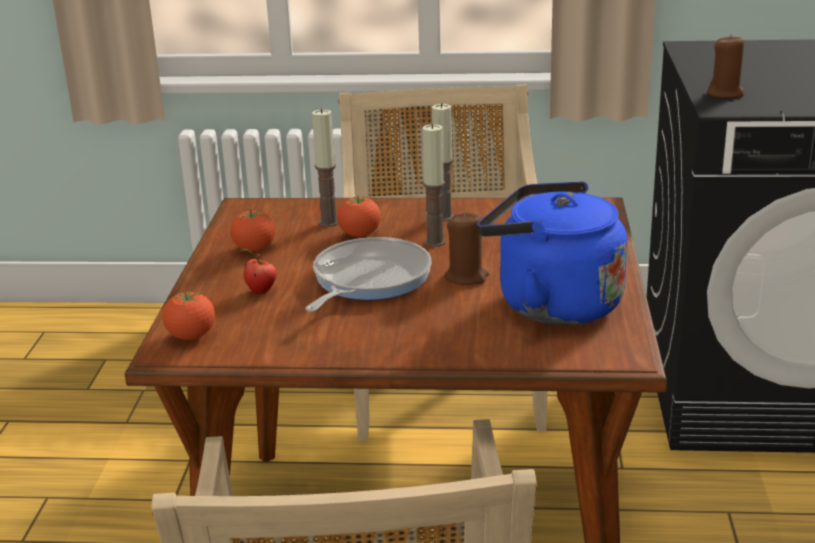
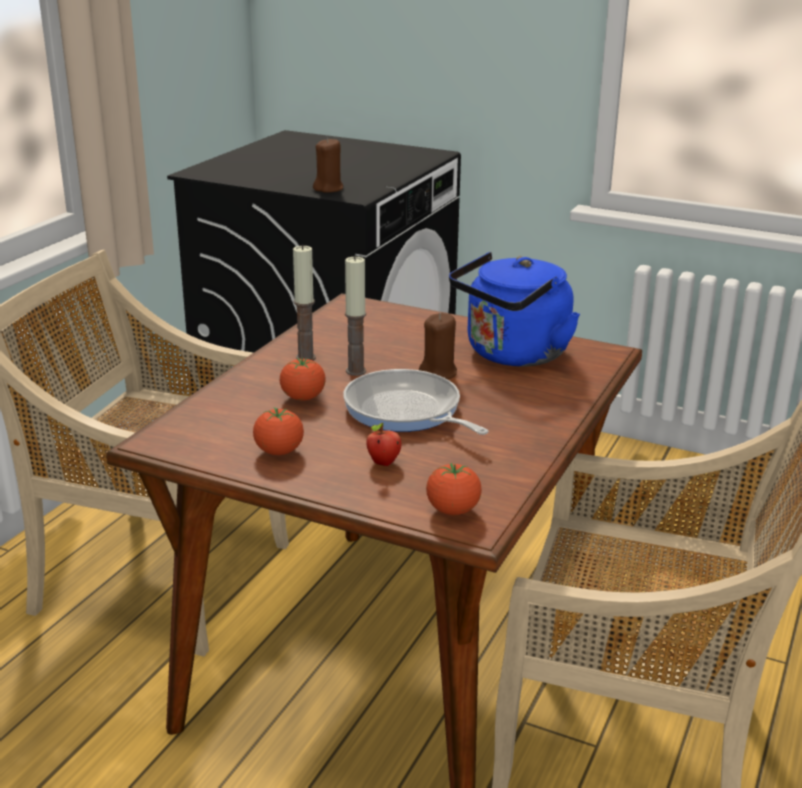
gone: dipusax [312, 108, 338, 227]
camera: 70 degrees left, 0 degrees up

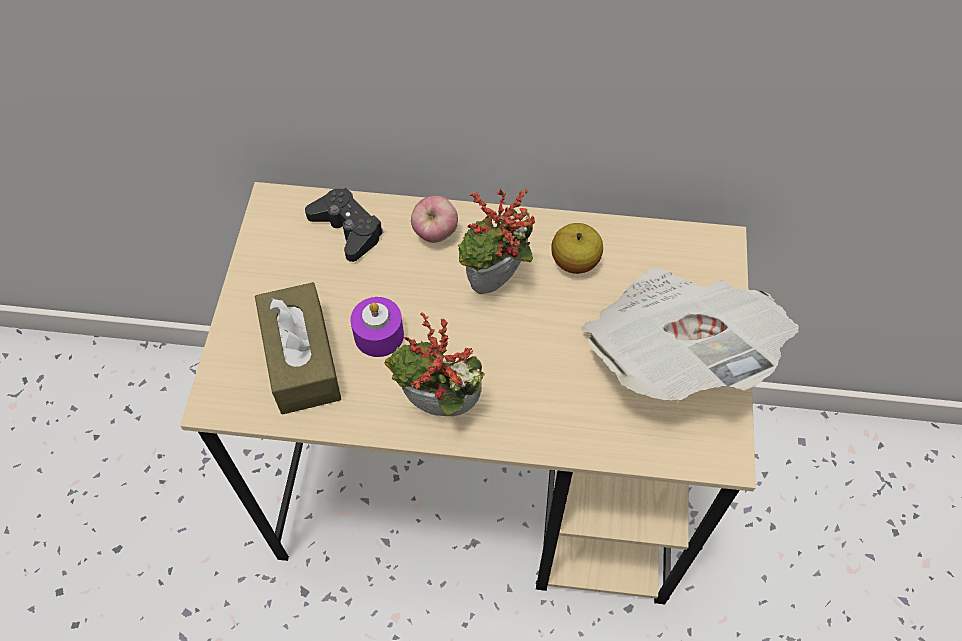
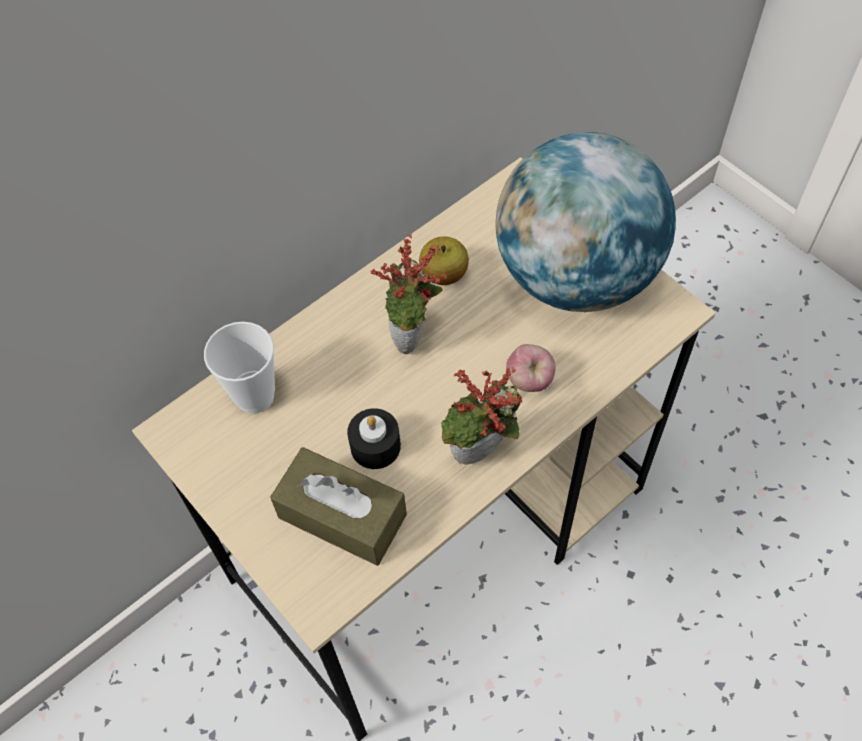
shifted: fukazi [411, 196, 458, 243] to [506, 344, 556, 392]
swapped: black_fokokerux [305, 188, 384, 262] to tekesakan [204, 322, 275, 414]; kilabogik [581, 268, 799, 401] to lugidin [495, 132, 676, 312]
repainted: purple_dipusax [350, 297, 404, 357] to black_dipusax [347, 408, 401, 469]
camera: 45 degrees left, 0 degrees up

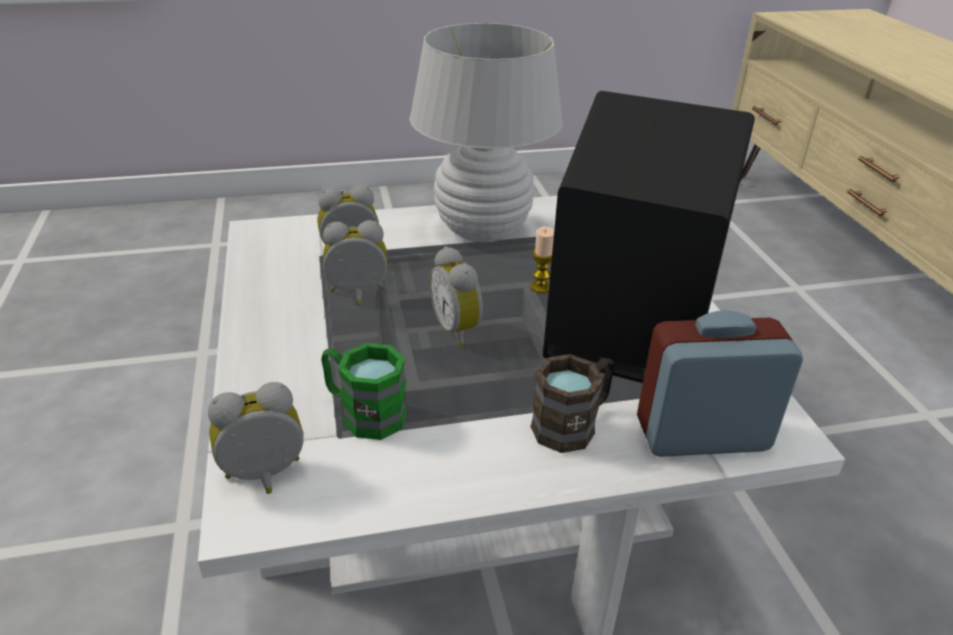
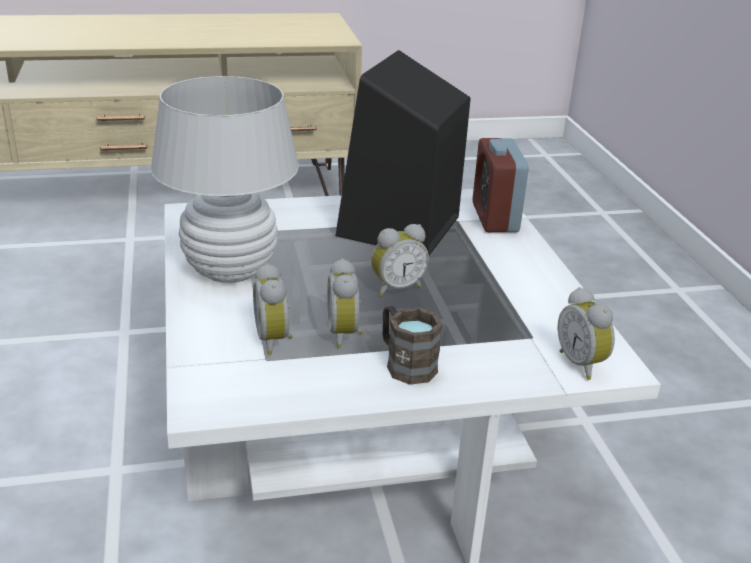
gone: dipusax [530, 226, 554, 293]; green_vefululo [321, 343, 407, 440]
shifted: brown_vefululo [531, 354, 615, 453] to [383, 306, 443, 385]
camera: 90 degrees left, 5 degrees down

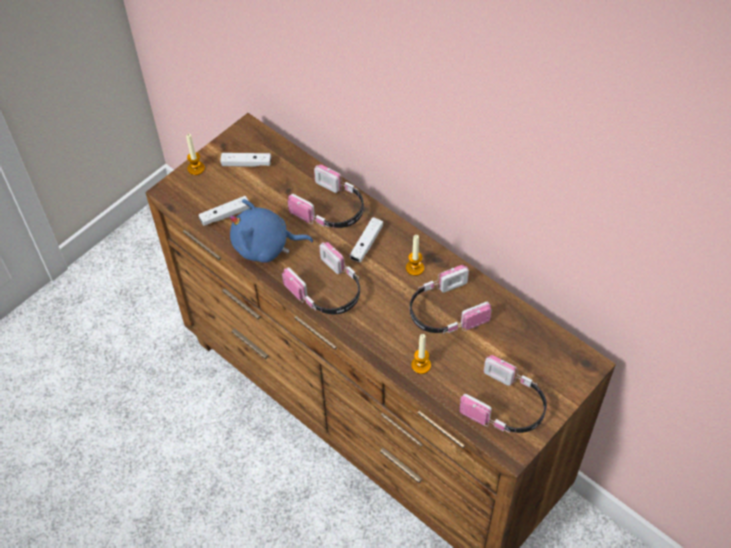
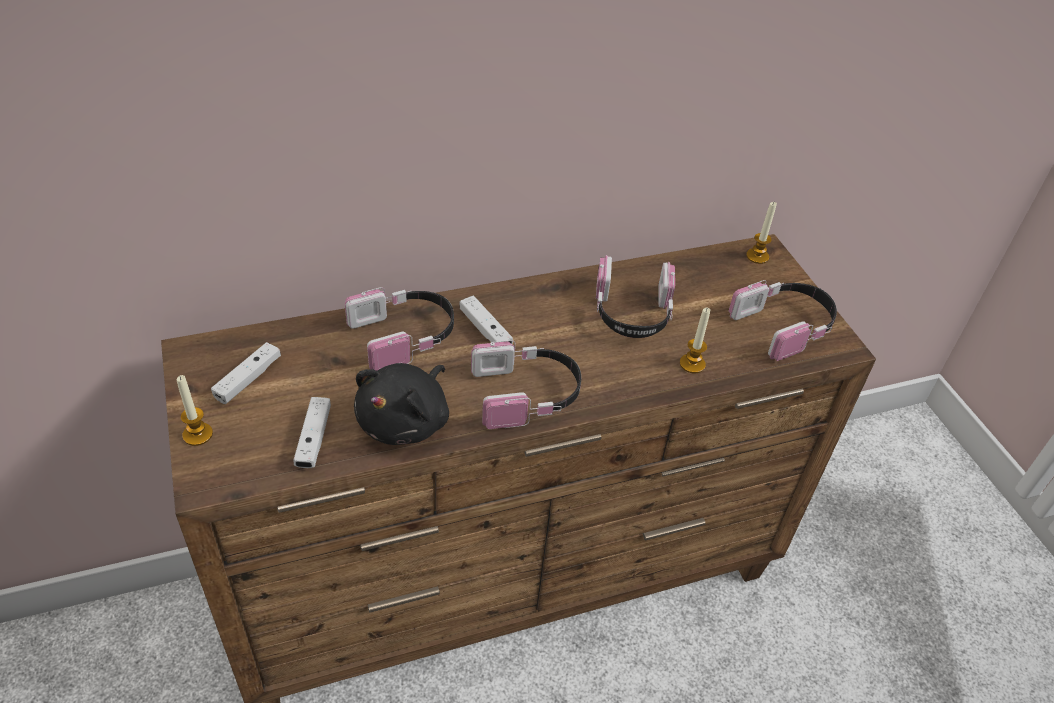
shifted: dipusax [406, 235, 424, 276] to [746, 202, 777, 264]
repainted: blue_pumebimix [229, 199, 313, 263] to black_pumebimix [354, 363, 449, 445]
camera: 65 degrees left, 10 degrees down

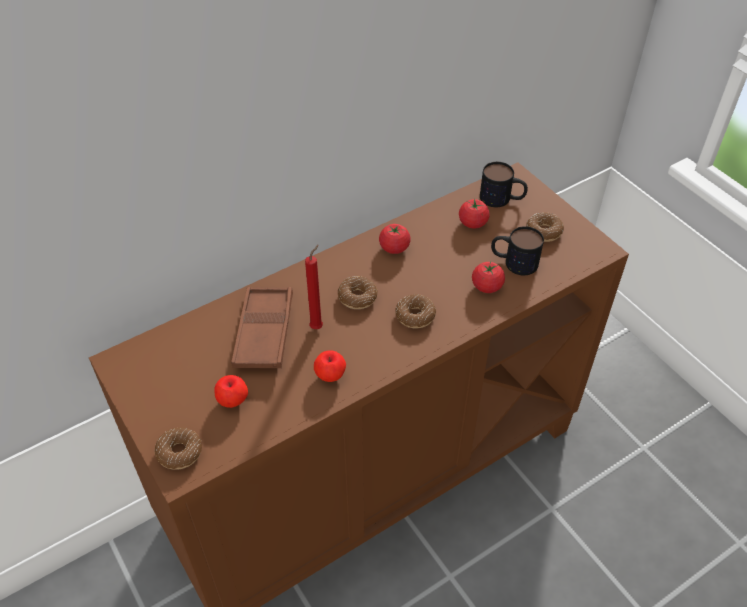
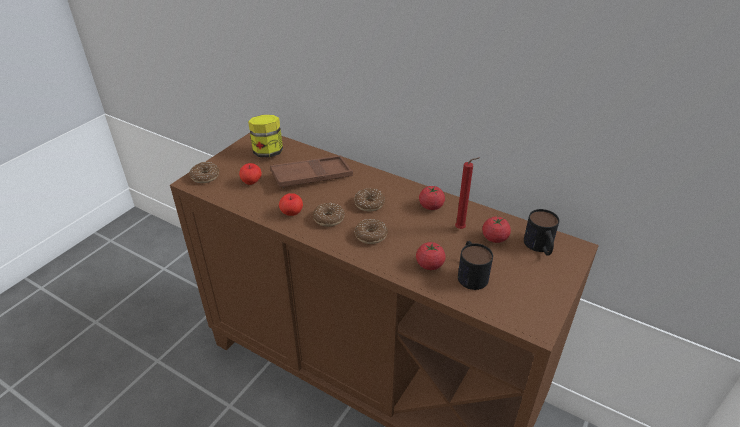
new: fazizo [248, 115, 283, 157]
shifted: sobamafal [526, 212, 564, 242] to [313, 203, 345, 227]; red_dipusax [305, 245, 323, 329] to [455, 157, 479, 229]
camera: 65 degrees right, 10 degrees down

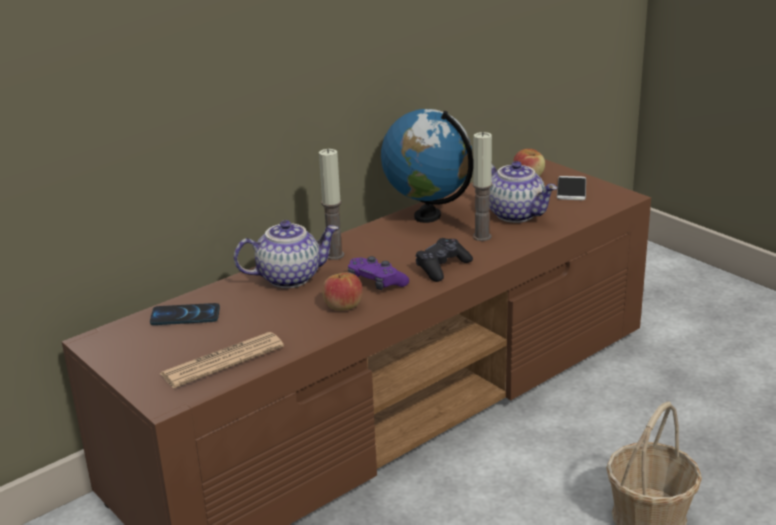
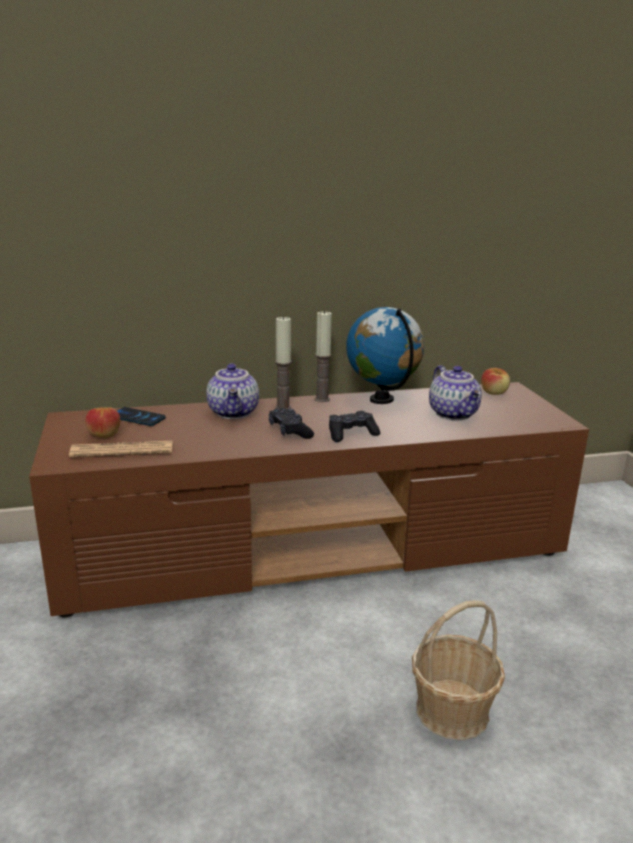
gone: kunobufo [557, 176, 586, 200]
shifted: dipusax [472, 132, 492, 241] to [315, 310, 332, 402]; fukazi [323, 273, 363, 311] to [85, 407, 120, 438]
repainted: purple_fokokerux [348, 256, 409, 290] to black_fokokerux [269, 408, 314, 439]
rotated: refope [234, 220, 339, 288] = [206, 363, 259, 419] 75 degrees clockwise
camera: 25 degrees right, 5 degrees down

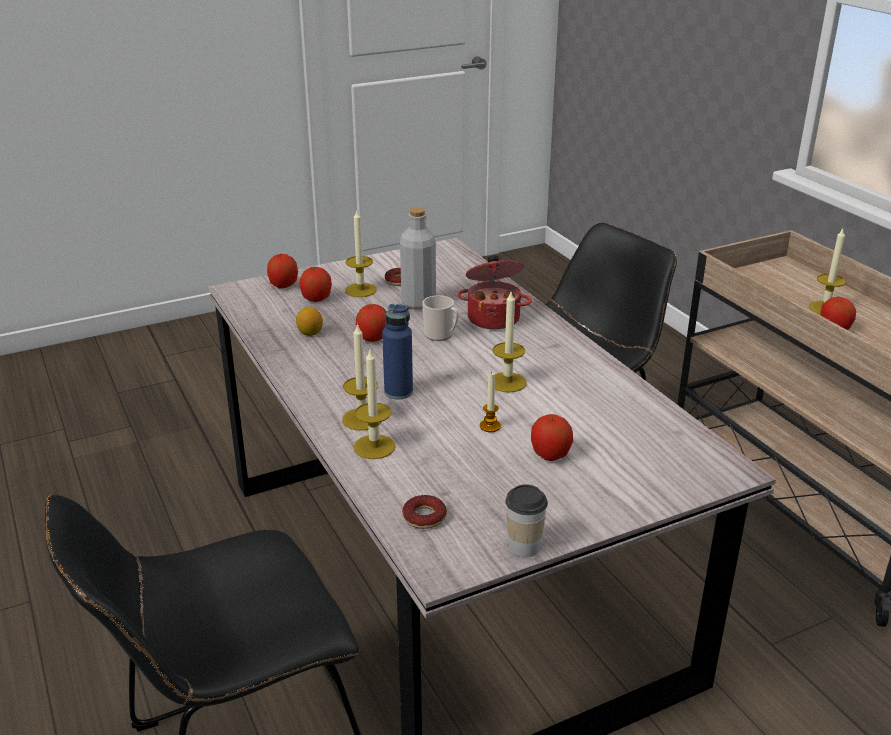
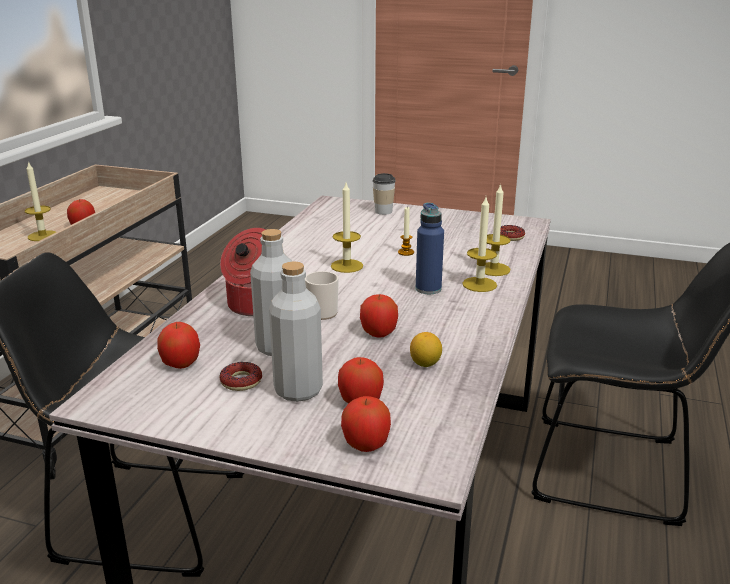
shifted: fukazi [531, 414, 573, 461] to [157, 322, 200, 369]; tekesakan [505, 484, 548, 557] to [372, 173, 396, 215]
swapped: dipusax [345, 210, 376, 297] to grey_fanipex [269, 261, 323, 402]
camera: 135 degrees left, 5 degrees down

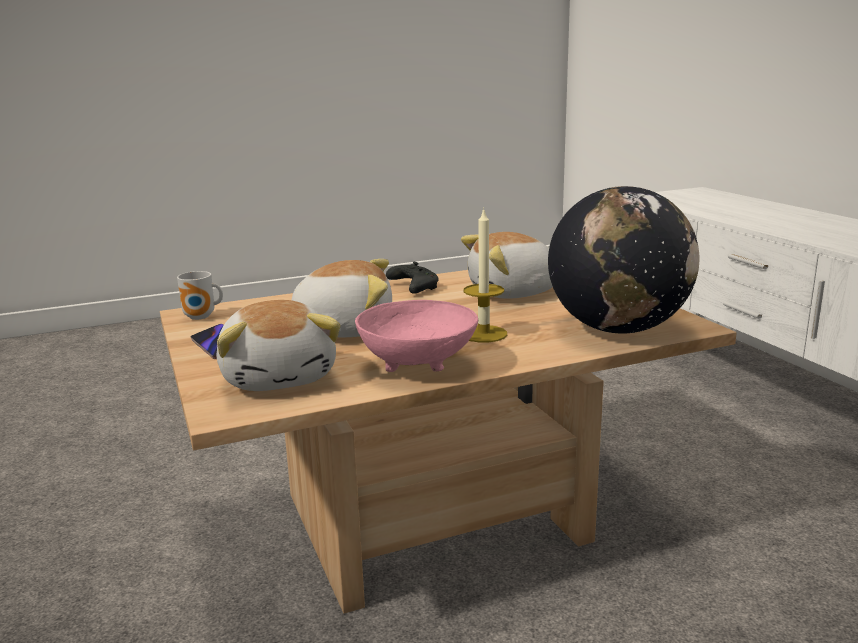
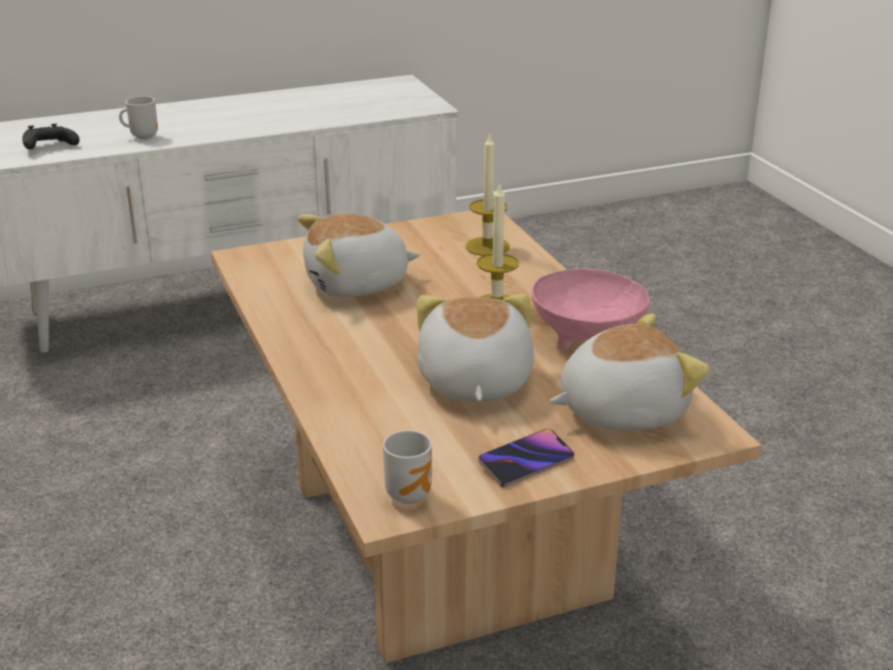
new: vefululo [119, 96, 158, 140]
shifted: black_fokokerux [386, 262, 439, 294] to [22, 124, 79, 150]
swapped: lugidin [548, 186, 699, 334] to dipusax [466, 132, 509, 256]
rotated: pumebimix [461, 232, 553, 299] = [297, 214, 420, 297] 90 degrees clockwise
camera: 90 degrees left, 10 degrees up

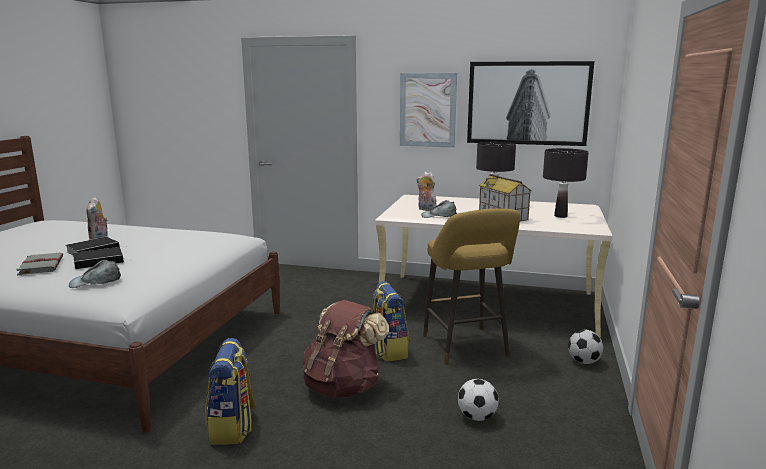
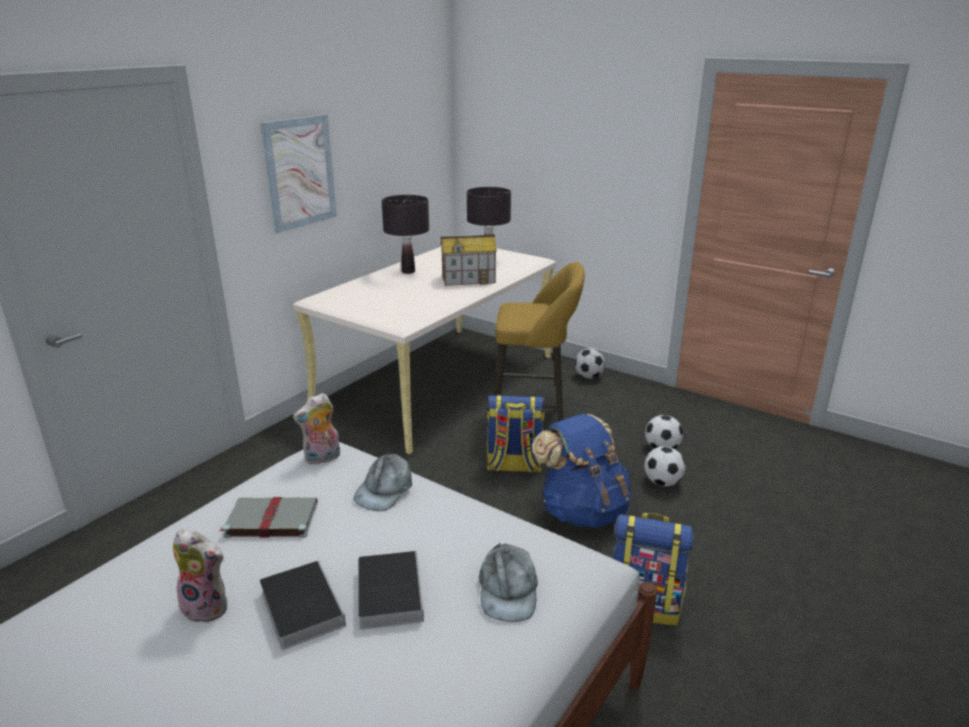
gone: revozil [467, 61, 594, 146]
new: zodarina [644, 446, 686, 486]
shifted: pumebimix [416, 172, 436, 211] to [293, 393, 340, 464]; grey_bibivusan [421, 200, 457, 218] to [354, 453, 412, 511]; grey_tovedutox [16, 253, 63, 275] to [219, 497, 318, 538]
repainted: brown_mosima [303, 300, 389, 397] to blue_mosima [532, 414, 631, 528]
camera: 70 degrees left, 10 degrees up

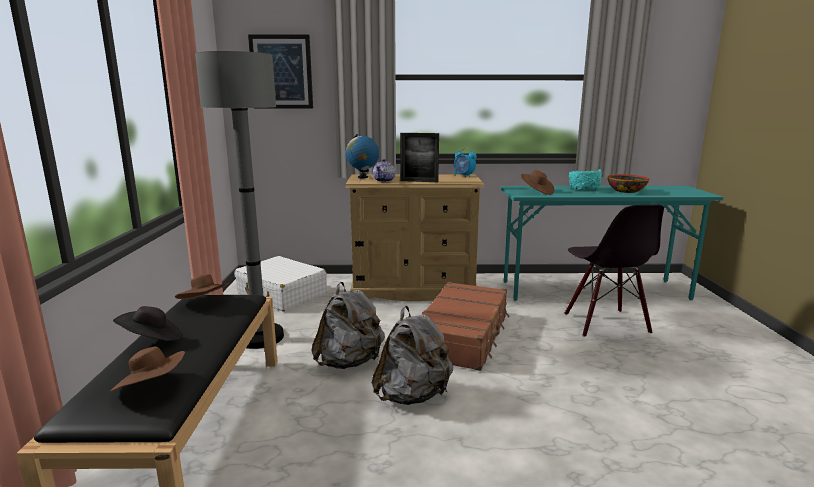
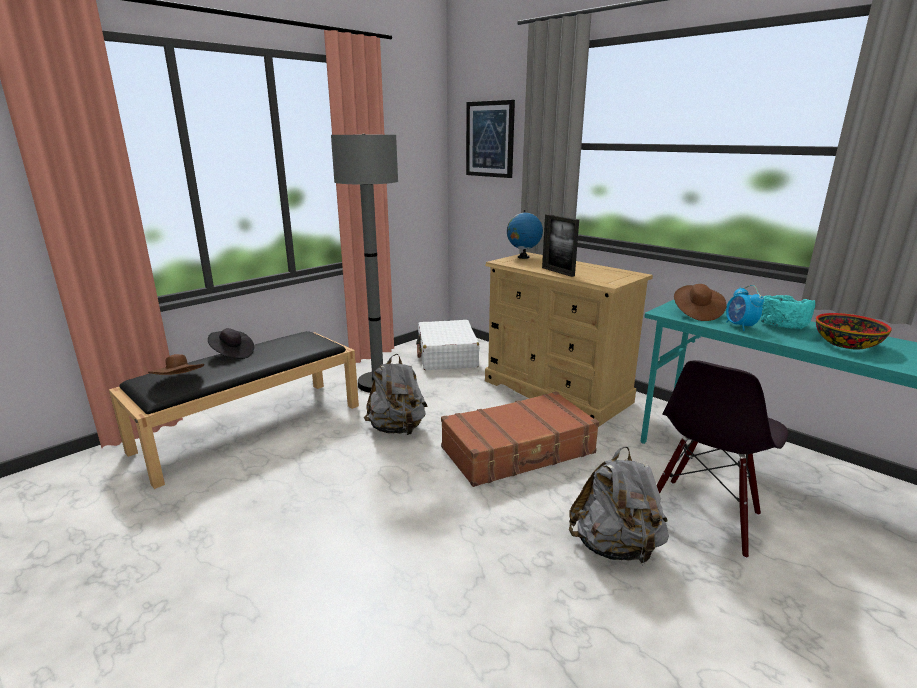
gone: refope [373, 159, 395, 182]; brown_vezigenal [175, 274, 230, 299]
shifted: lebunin [454, 148, 477, 177] to [726, 285, 764, 331]; grey_mosima [372, 306, 453, 405] to [569, 446, 669, 565]
camera: 45 degrees right, 5 degrees up

